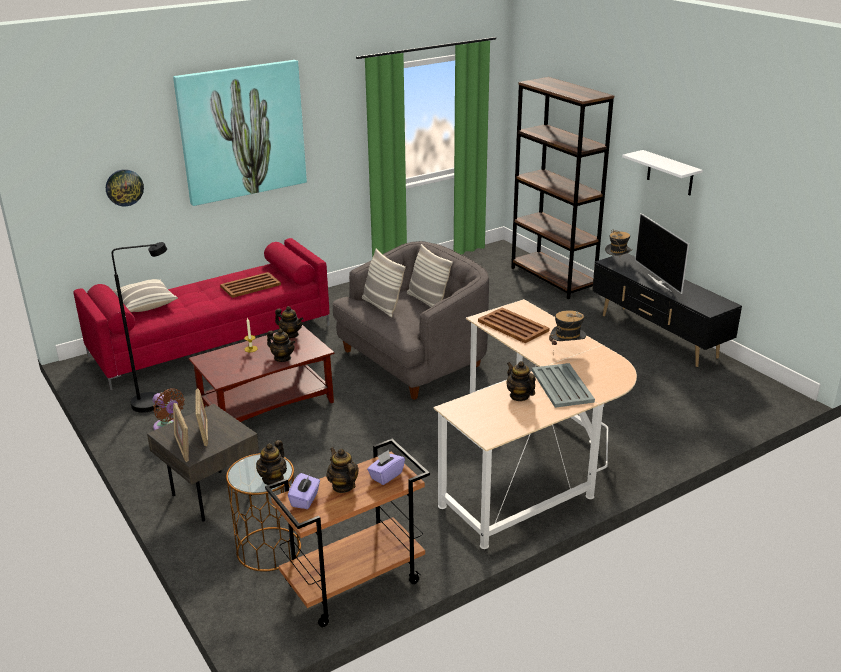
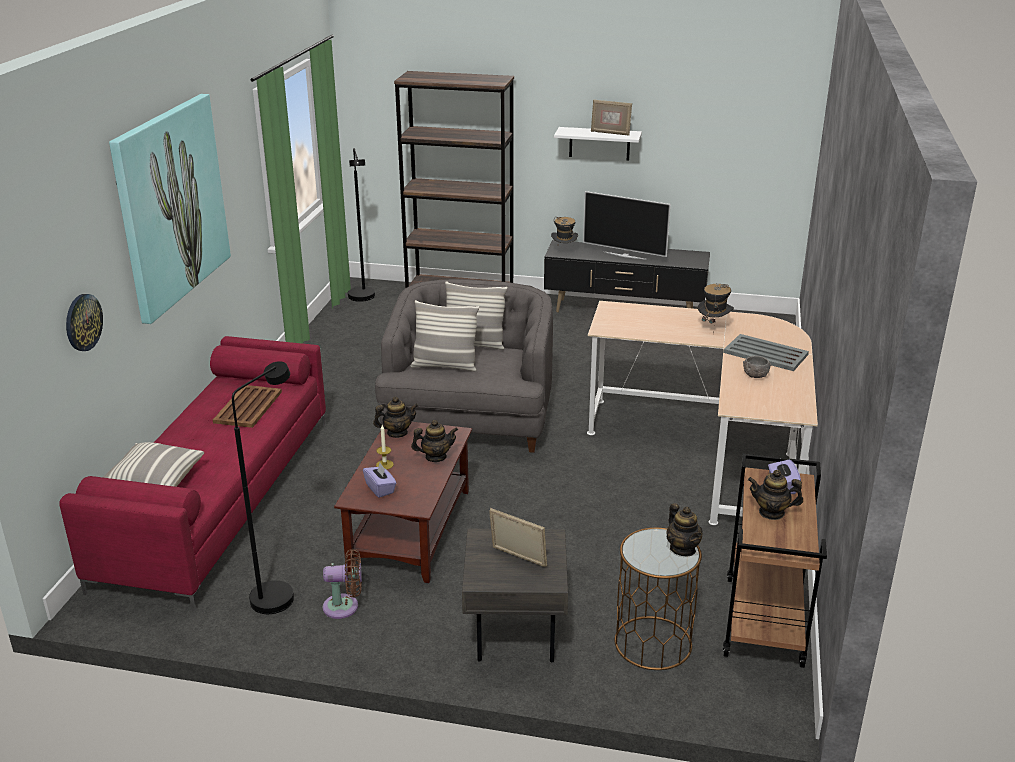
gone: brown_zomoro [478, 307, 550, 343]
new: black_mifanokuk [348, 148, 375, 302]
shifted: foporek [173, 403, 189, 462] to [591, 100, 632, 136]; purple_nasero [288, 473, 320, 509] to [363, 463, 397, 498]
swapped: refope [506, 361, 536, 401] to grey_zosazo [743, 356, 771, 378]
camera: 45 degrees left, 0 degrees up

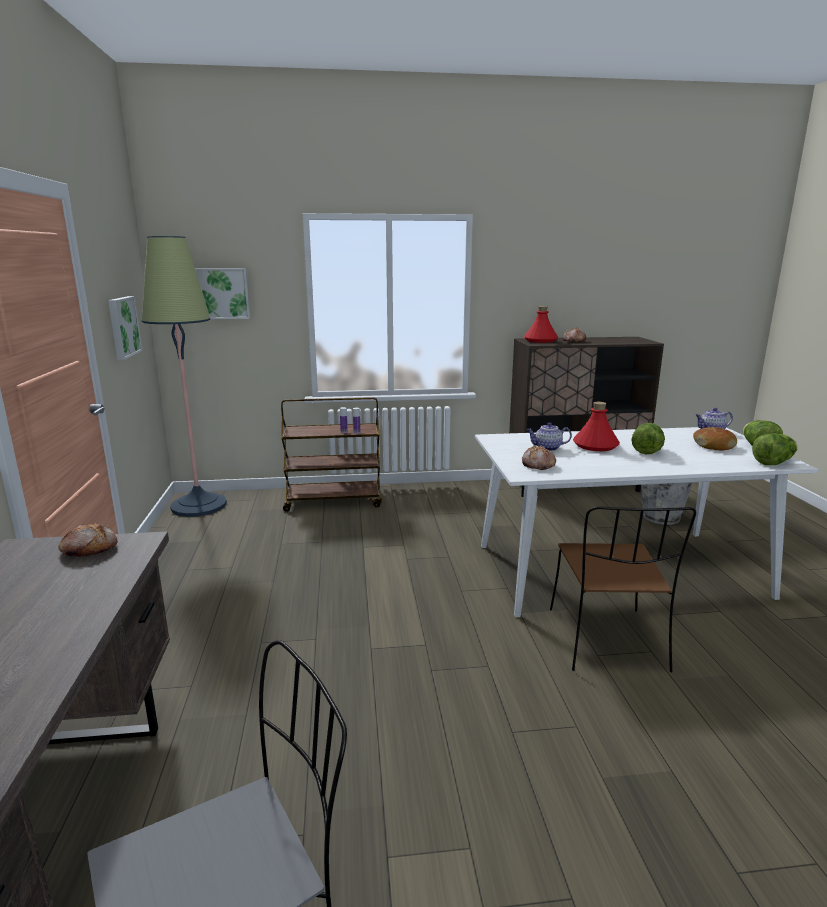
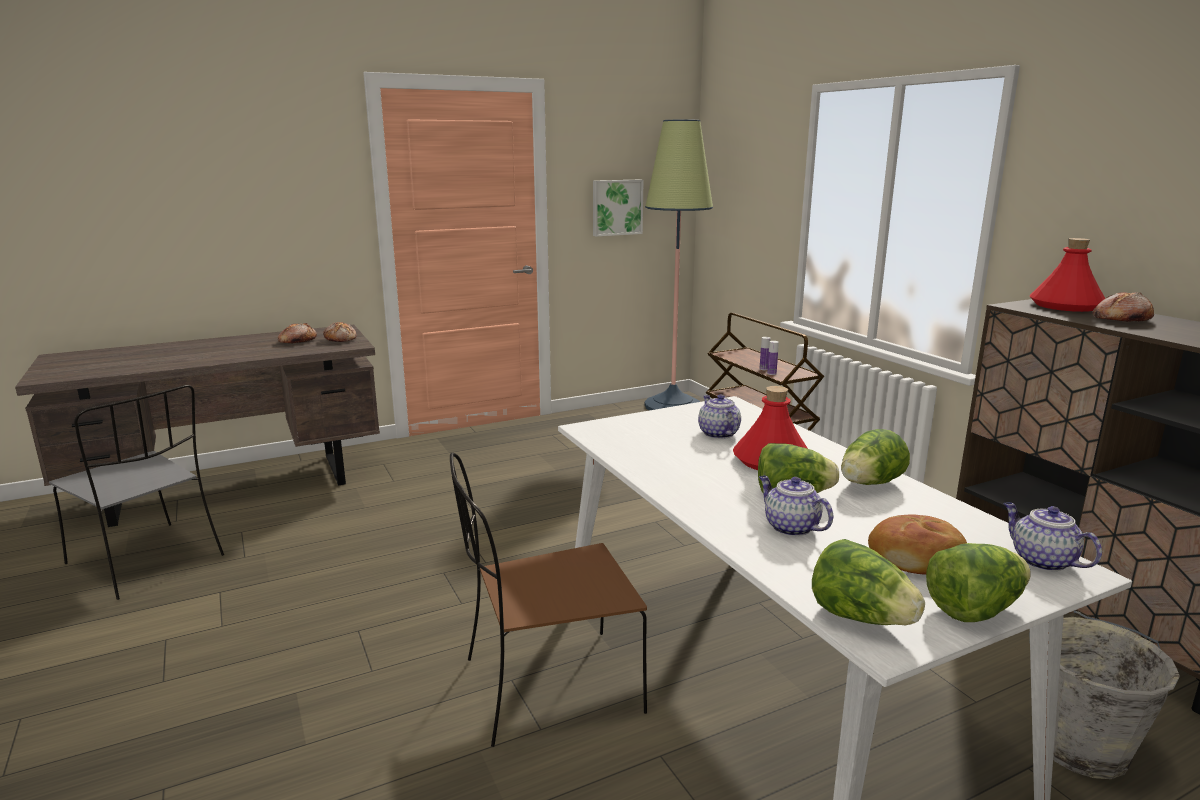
gone: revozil [195, 268, 250, 319]
new: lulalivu [841, 429, 910, 485]; refope [759, 475, 833, 536]
shifted: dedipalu [522, 445, 556, 470] to [278, 323, 317, 343]
camera: 70 degrees right, 0 degrees up

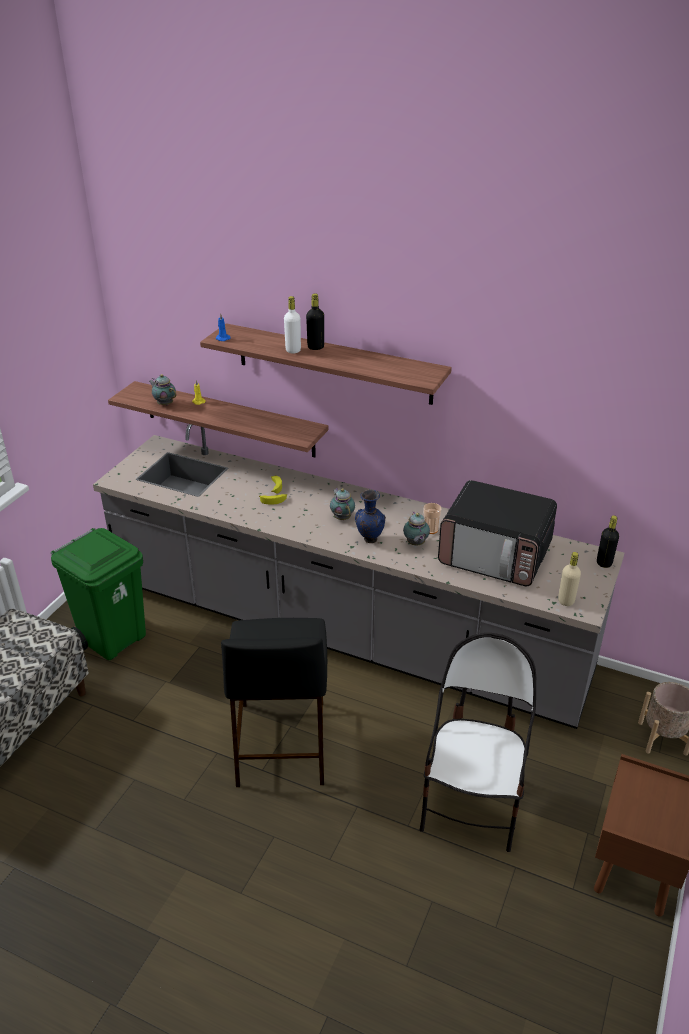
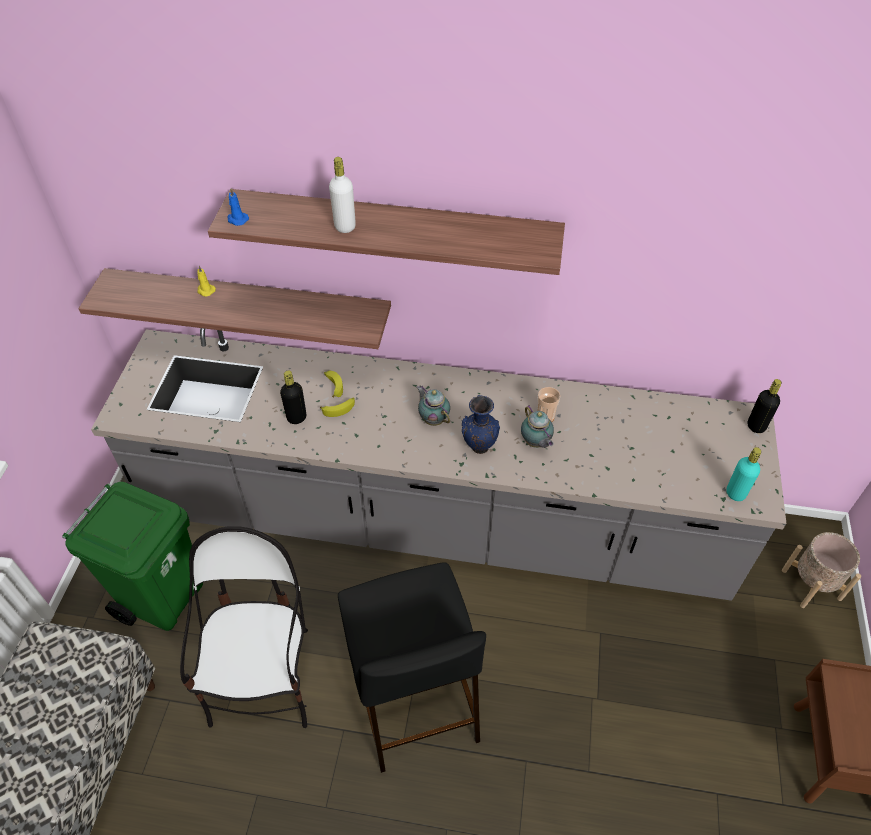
gone: refope [149, 374, 177, 405]; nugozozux [438, 480, 557, 586]
shifted: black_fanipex [306, 294, 324, 350] to [280, 371, 306, 424]; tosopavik [420, 633, 536, 852] to [180, 527, 308, 728]
repainted: beige_fanipex [558, 552, 581, 606] to turquoise_fanipex [726, 447, 761, 501]
camera: 15 degrees left, 15 degrees up

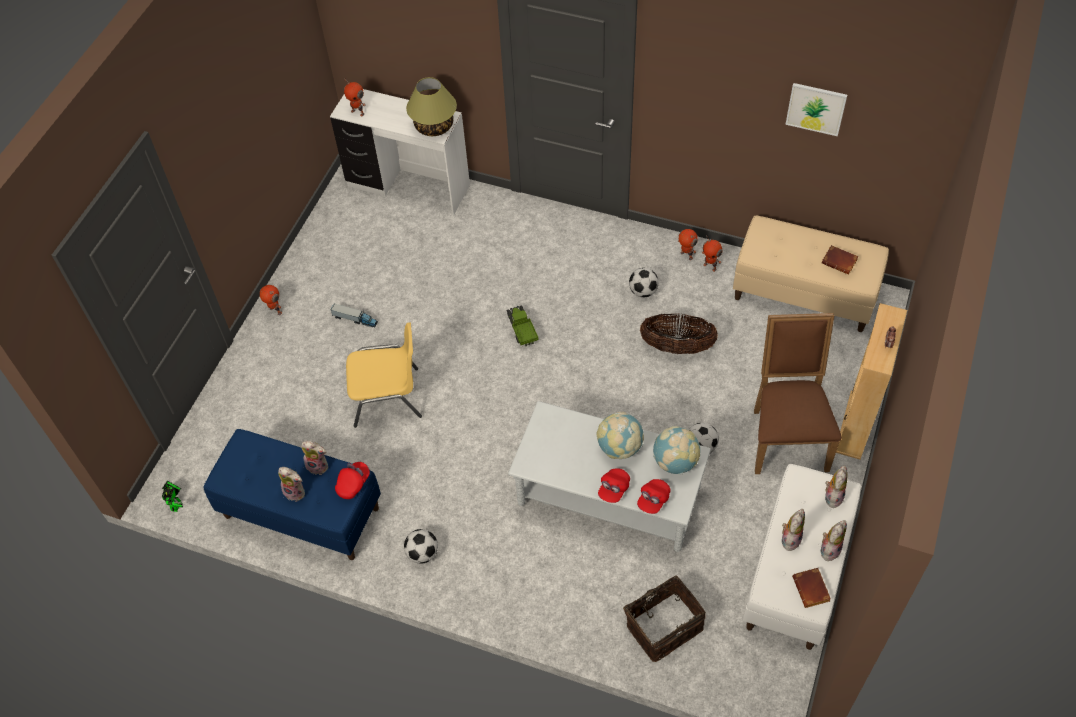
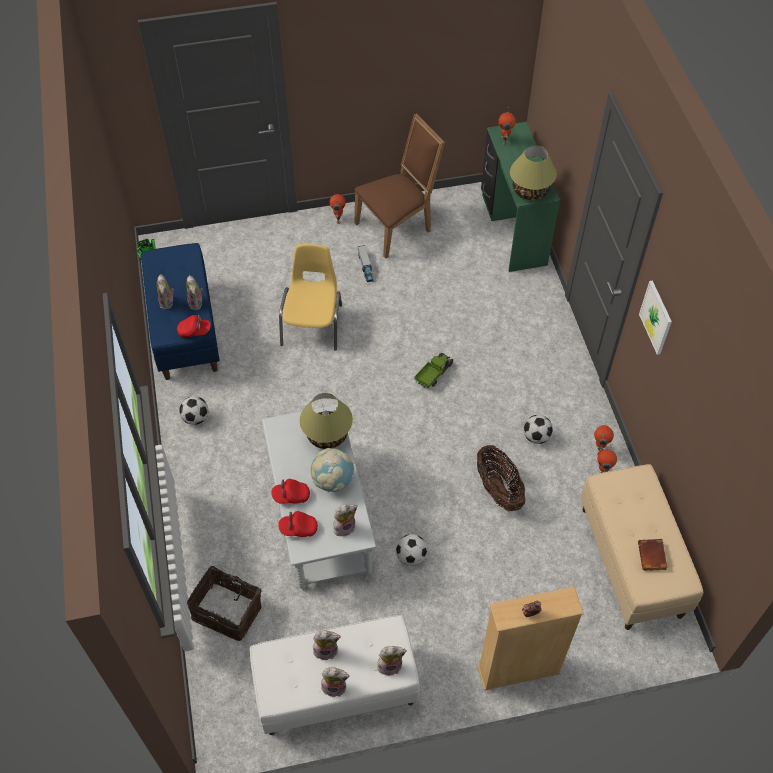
gone: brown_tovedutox [792, 568, 831, 608]
new: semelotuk [300, 393, 353, 449]
shifted: revozil [785, 83, 847, 136] to [639, 281, 672, 355]; brown_tosopavik [754, 313, 842, 474] to [355, 114, 445, 259]
swapped: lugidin [653, 426, 700, 475] to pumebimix [333, 505, 358, 536]
repainted: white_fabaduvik [330, 89, 470, 215] to green_fabaduvik [481, 122, 560, 272]
rotated: yellow_tosopavik [346, 322, 422, 428] = [279, 244, 342, 351] 135 degrees counterclockwise
camera: 55 degrees right, 0 degrees up

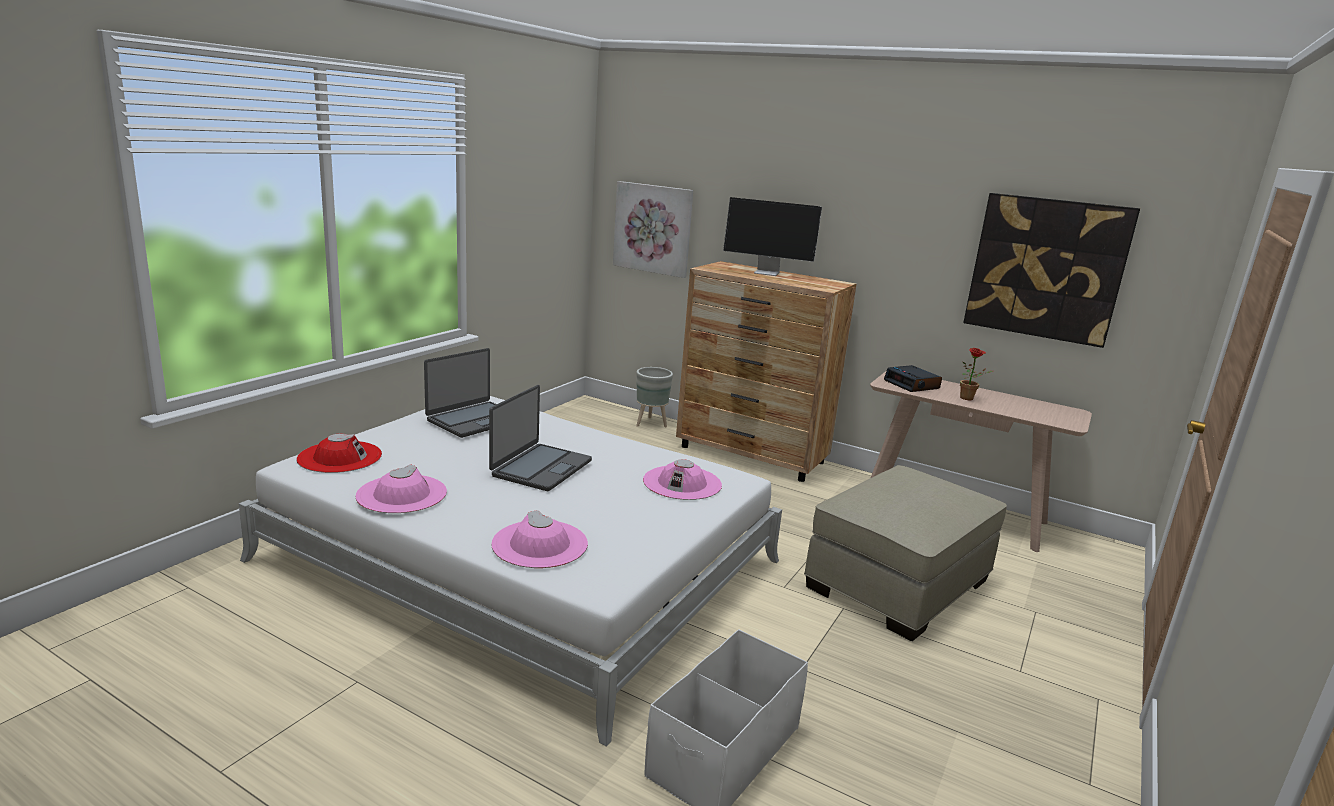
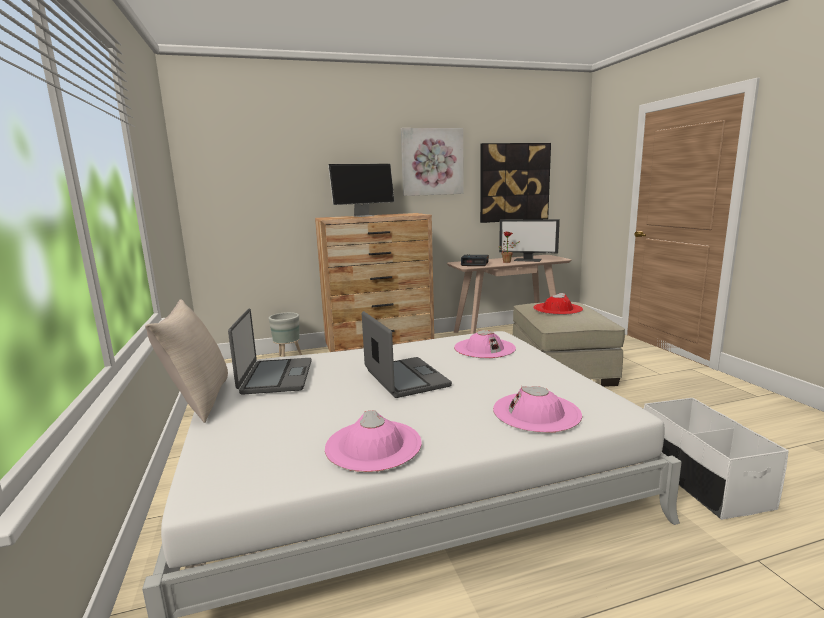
new: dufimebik [499, 219, 560, 262]; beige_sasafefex [145, 299, 228, 423]
shifted: revozil [613, 181, 693, 278] to [401, 128, 464, 196]; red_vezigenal [296, 434, 382, 473] to [533, 293, 583, 315]
camera: 45 degrees left, 5 degrees down

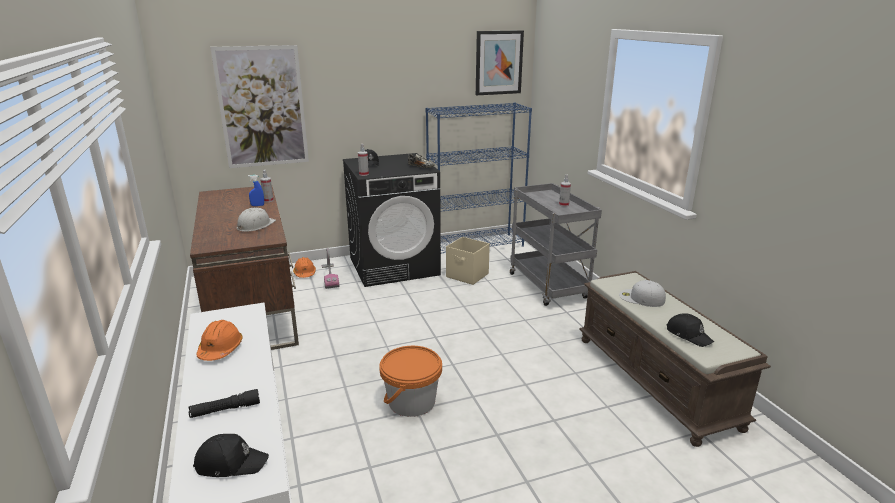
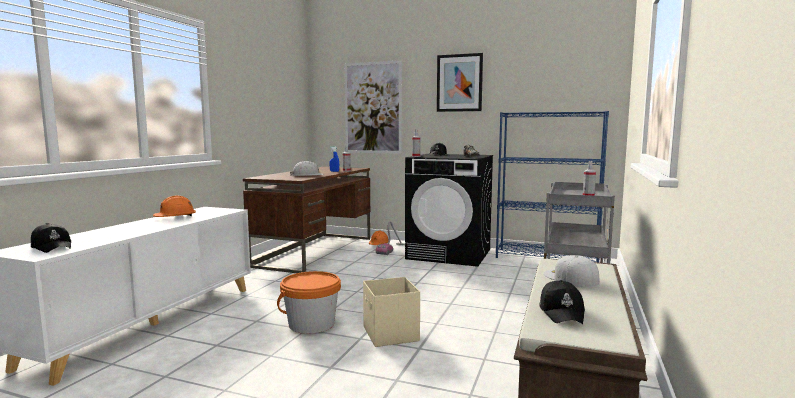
gone: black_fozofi [188, 389, 260, 418]
shifted: revozil [476, 30, 524, 95] to [437, 53, 483, 112]; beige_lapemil [446, 237, 490, 285] to [363, 277, 420, 347]
camera: 40 degrees right, 15 degrees down

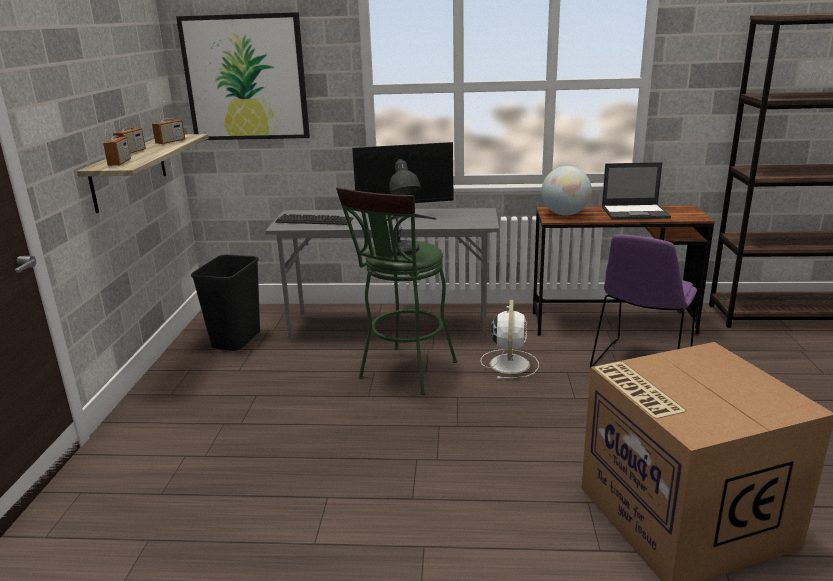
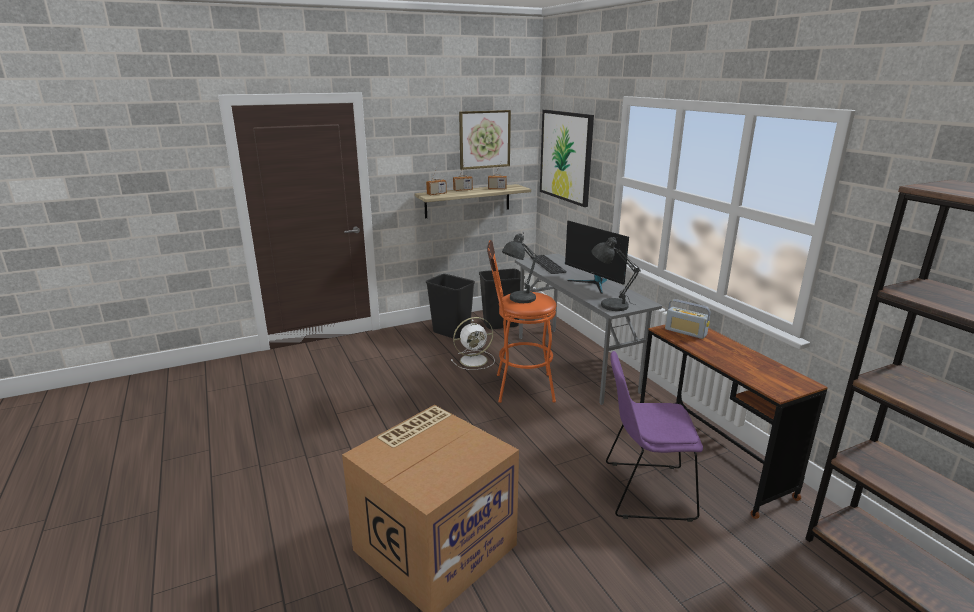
gone: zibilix [602, 162, 671, 220]
new: revozil [459, 110, 511, 170]; grey_semelotuk [591, 237, 641, 311]; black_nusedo [426, 274, 475, 339]
shifted: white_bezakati [480, 300, 539, 379] to [451, 317, 495, 370]
swapped: lugidin [542, 166, 592, 215] to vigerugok [665, 299, 710, 339]
repainted: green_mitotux [336, 187, 457, 395] to orange_mitotux [487, 240, 556, 403]
camera: 60 degrees right, 0 degrees up

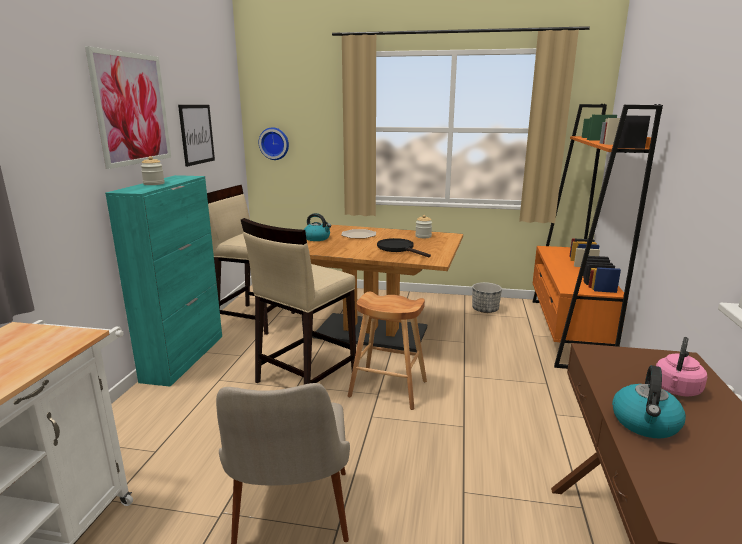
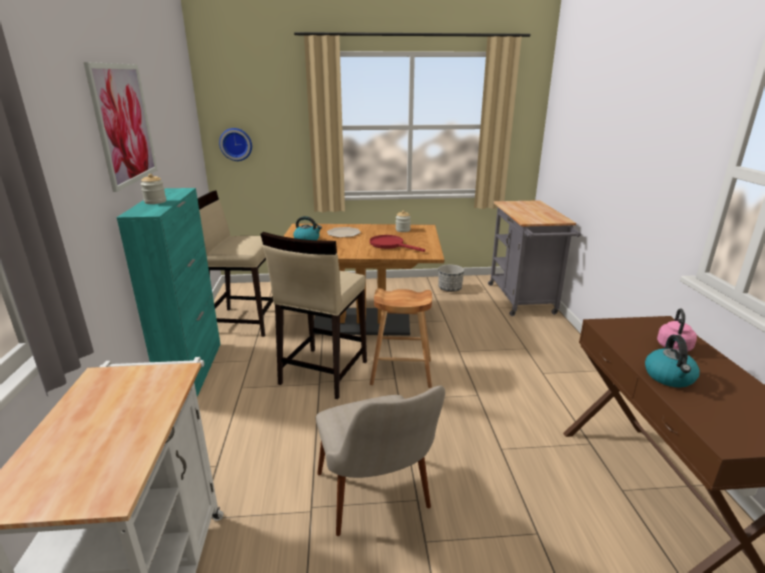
gone: revozil [178, 105, 215, 167]
swapped: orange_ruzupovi [533, 104, 663, 369] to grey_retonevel [488, 200, 581, 316]
repainted: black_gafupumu [377, 238, 431, 257] to red_gafupumu [370, 235, 425, 252]
camera: 15 degrees left, 5 degrees up

